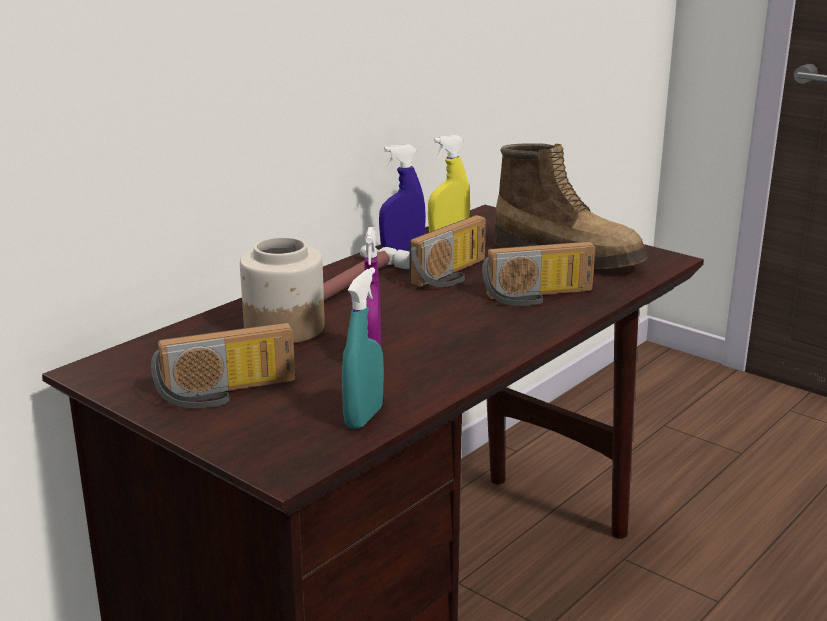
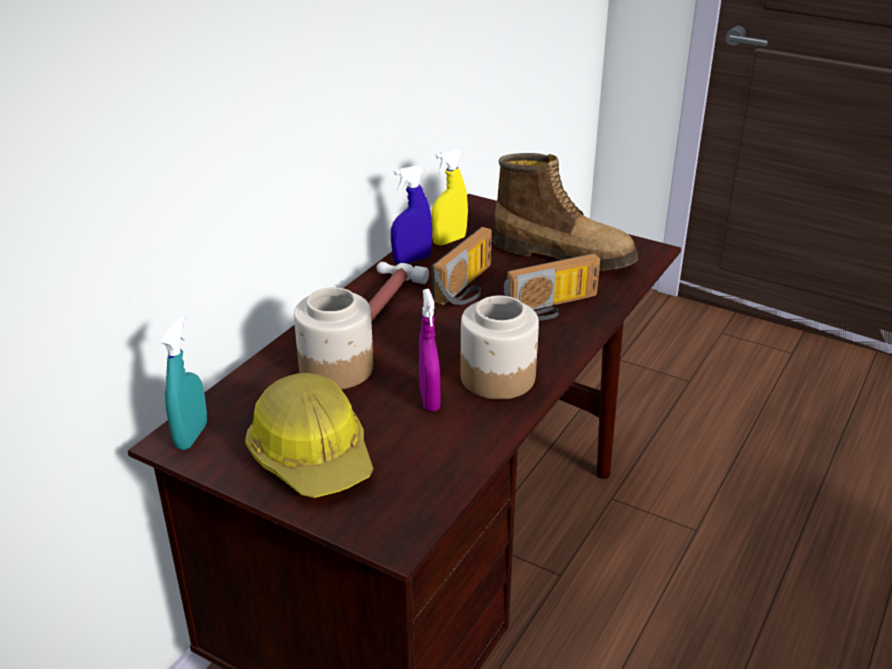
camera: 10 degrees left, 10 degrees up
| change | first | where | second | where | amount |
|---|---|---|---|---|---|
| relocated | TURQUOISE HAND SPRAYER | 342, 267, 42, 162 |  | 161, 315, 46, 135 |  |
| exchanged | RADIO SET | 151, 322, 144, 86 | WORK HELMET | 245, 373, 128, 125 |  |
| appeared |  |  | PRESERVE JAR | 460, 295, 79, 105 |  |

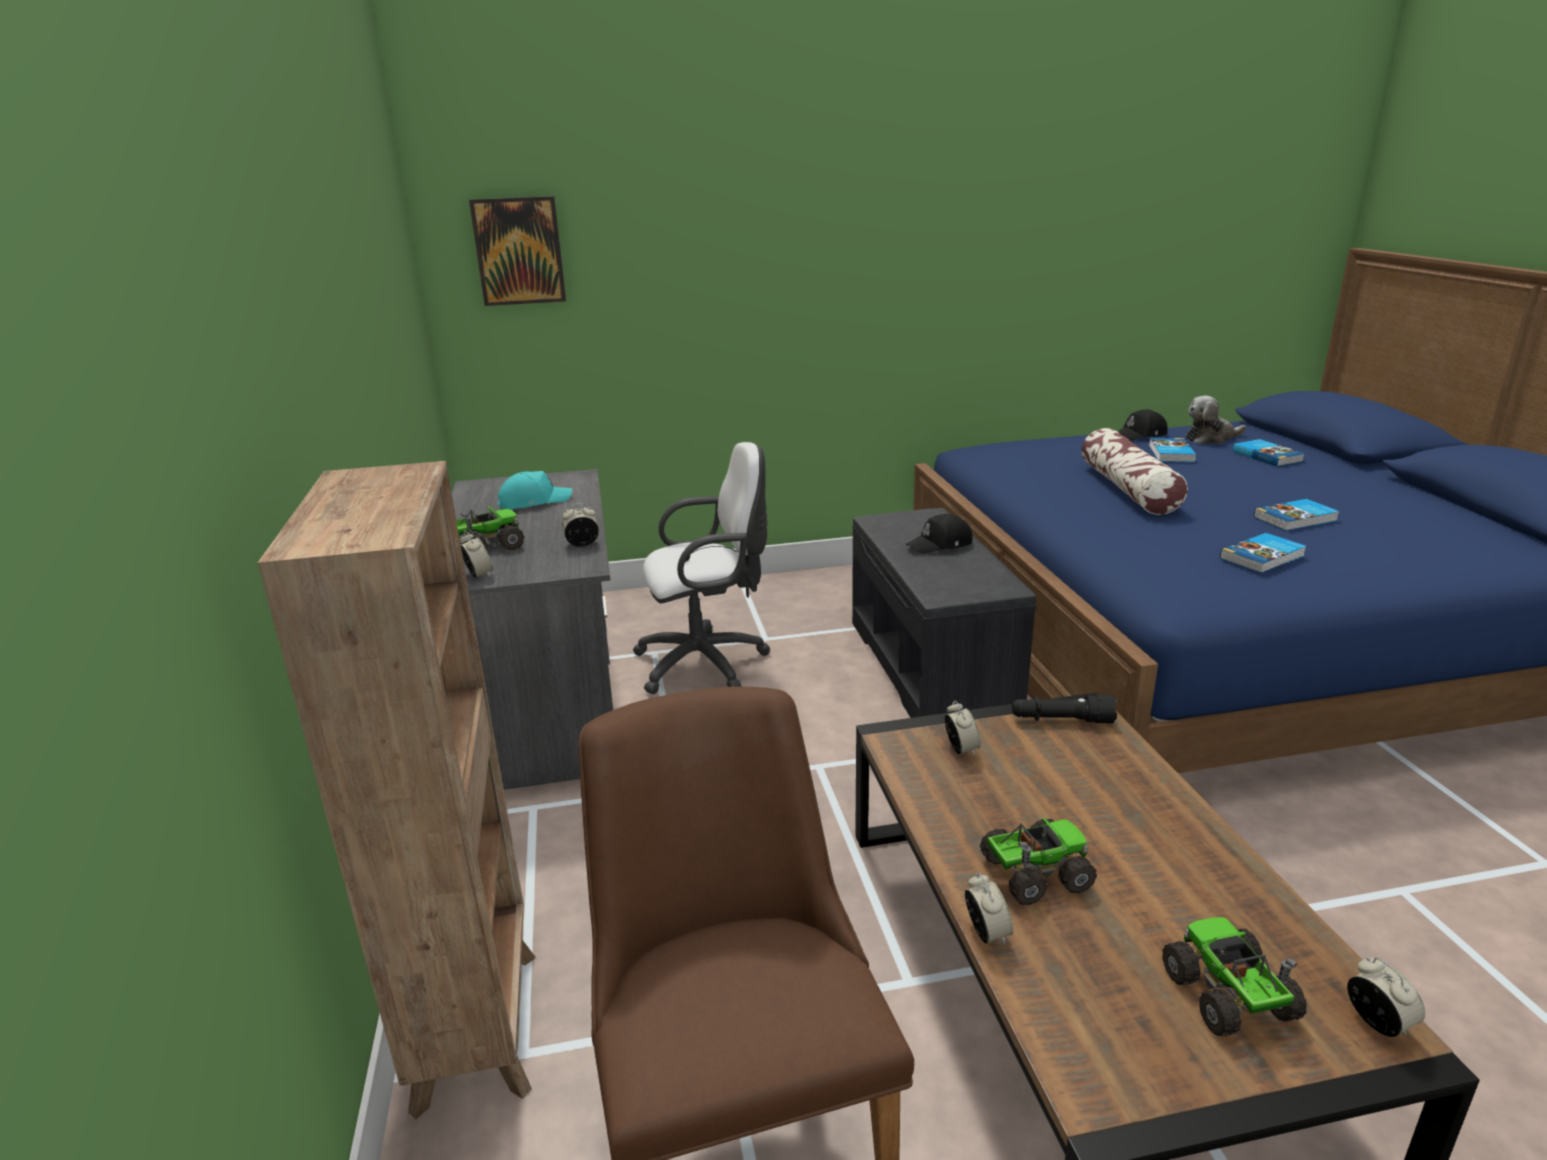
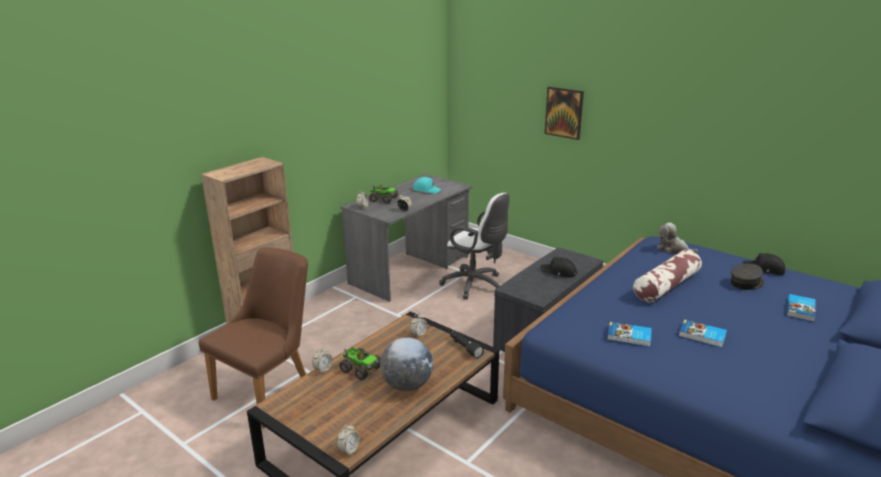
camera: 50 degrees right, 0 degrees up
| change | first | where | second | where | amount |
|---|---|---|---|---|---|
| relocated | WALL PICTURE | 469, 196, 97, 110 |  | 545, 87, 39, 53 |  |
| relocated | SOFT TOY | 1185, 396, 61, 48 |  | 657, 222, 41, 32 |  |
| exchanged | VOLUME | 1149, 438, 47, 24 | GREYISH BASEBALL CAP | 731, 264, 34, 26 |  |
| missing | TOY LORRY | 1162, 917, 145, 119 |  |  |  |
| appeared |  |  | DESK GLOBE | 380, 337, 53, 54 |  |

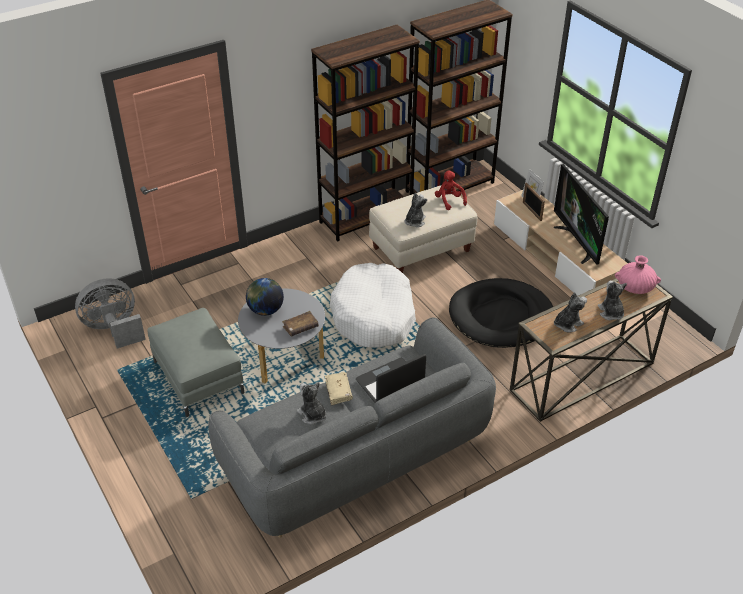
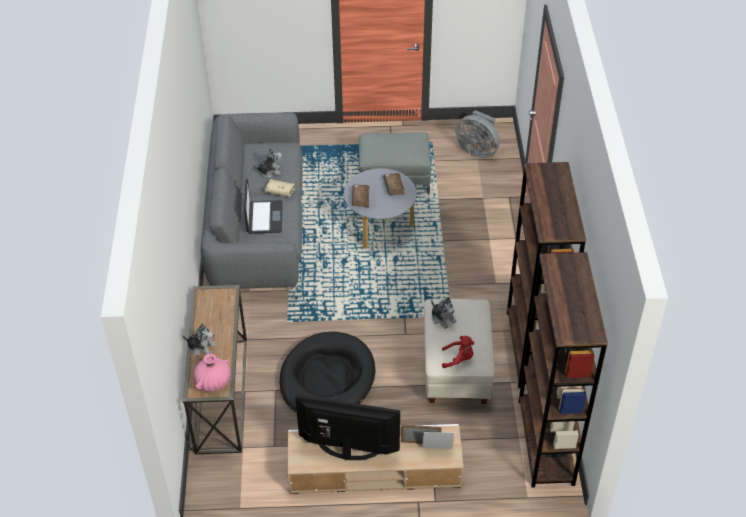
camera: 120 degrees right, 5 degrees up
| change | first | where | second | where | amount |
|---|---|---|---|---|---|
| missing | WHITE PET BED | 330, 263, 86, 85 |  |  |  |
| spun | GREYISH ELECTRIC FAN | 75, 278, 71, 71 |  | 456, 110, 44, 48 | 120 degrees clockwise |
| exchanged | DESK GLOBE | 246, 278, 38, 38 | BROWN VOLUME | 383, 173, 22, 22 |  |
| missing | SOFT TOY | 554, 292, 33, 41 |  |  |  |

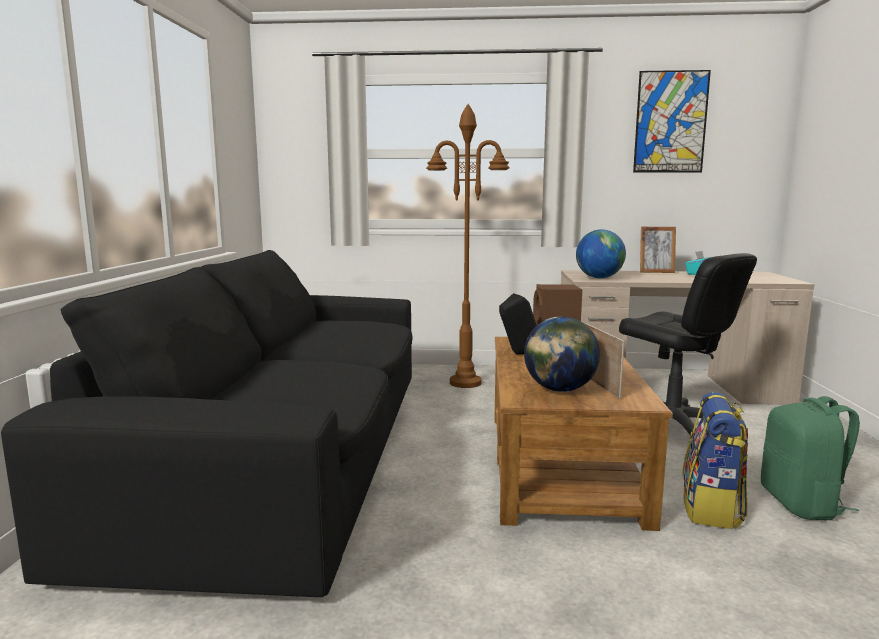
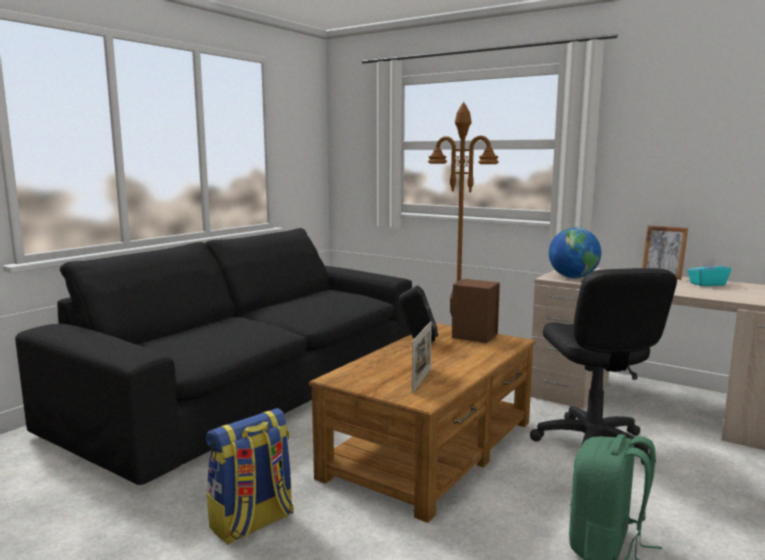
camera: 30 degrees right, 0 degrees up
| change | first | where | second | where | amount |
|---|---|---|---|---|---|
| missing | WALL PICTURE | 633, 70, 78, 103 |  |  |  |
| missing | DESK GLOBE | 524, 316, 76, 76 |  |  |  |
| relocated | KNAPSACK | 682, 392, 66, 137 |  | 206, 408, 87, 137 |  |

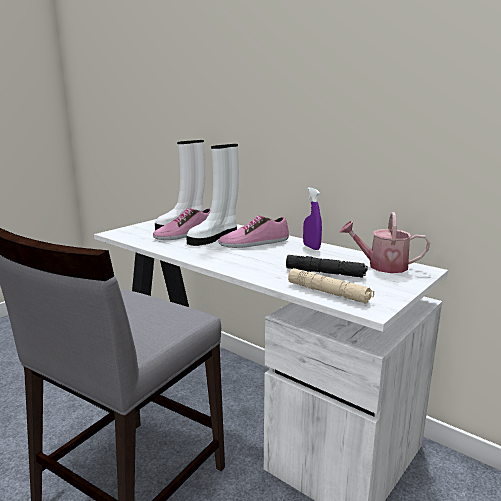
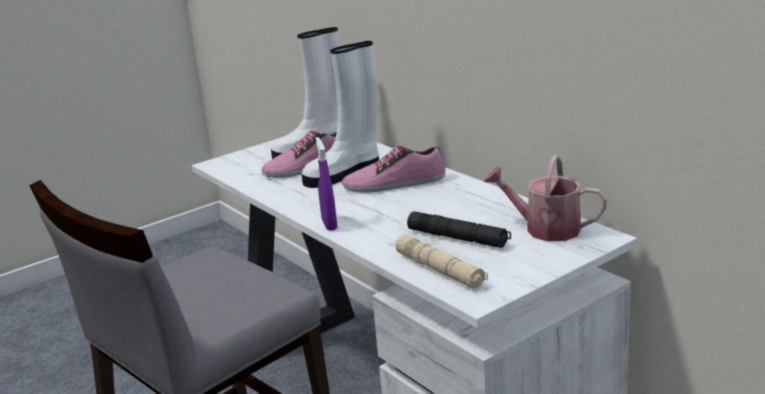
camera: 15 degrees right, 5 degrees up
| change | first | where | second | where | amount |
|---|---|---|---|---|---|
| relocated | PURPLE HAND SPRAYER | 303, 188, 19, 62 |  | 316, 137, 21, 94 |  |

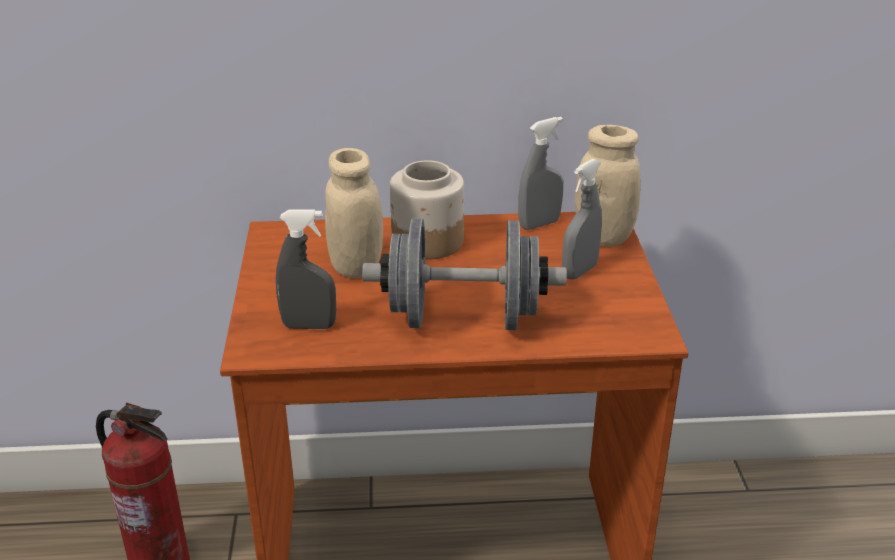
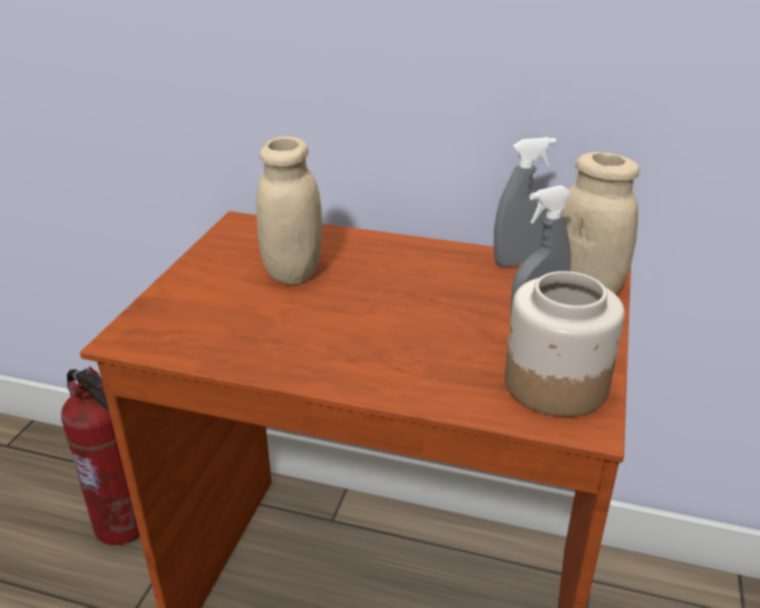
camera: 20 degrees right, 0 degrees up
| change | first | where | second | where | amount |
|---|---|---|---|---|---|
| relocated | PRESERVE JAR | 390, 160, 74, 100 |  | 505, 271, 120, 146 |  |
| missing | GREYISH HAND SPRAYER | 276, 209, 60, 120 |  |  |  |
| missing | GREYISH FREE WEIGHT | 362, 219, 205, 111 |  |  |  |

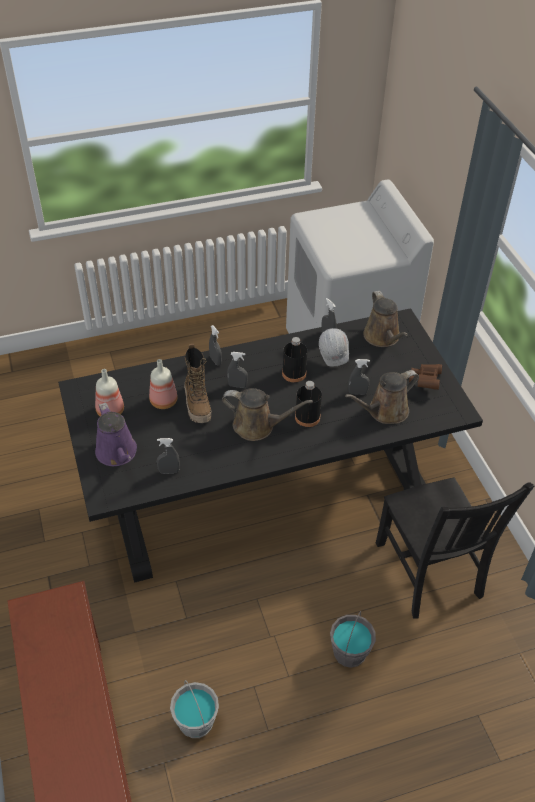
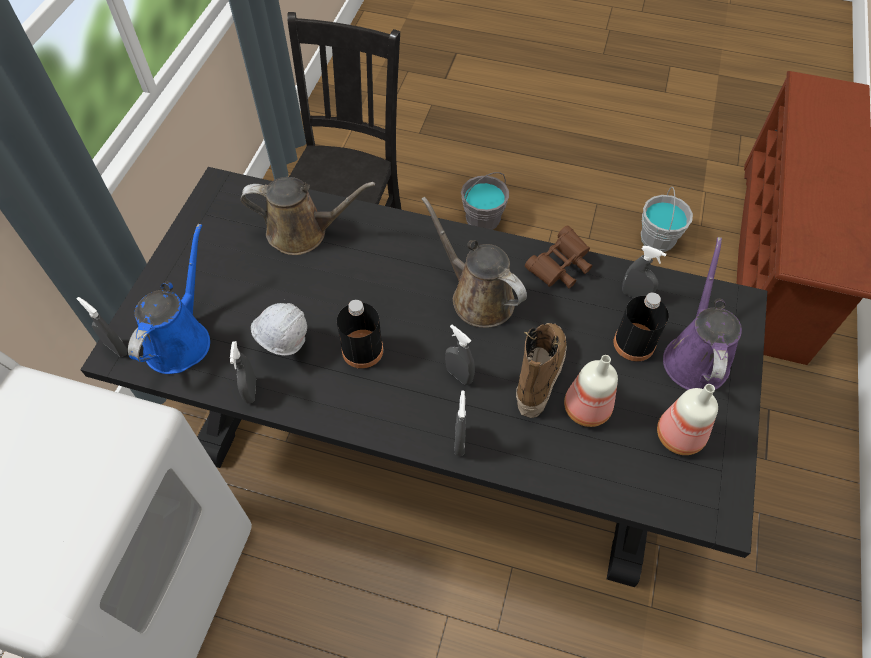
camera: 145 degrees left, 10 degrees up
| change | first | where | second | where | amount |
|---|---|---|---|---|---|
| colour | BROWN WATERING POT | 363, 291, 45, 56 | BLUISH WATERING POT | 128, 224, 82, 150 |  |
| relocated | GREYISH HAND SPRAYER | 348, 359, 22, 36 |  | 77, 297, 51, 60 |  |
| relocated | BROWN FIELD GLASSES | 409, 364, 33, 26 |  | 525, 226, 67, 63 |  |
| relocated | BLACKISH BOTTLE | 295, 381, 27, 46 |  | 614, 292, 55, 70 |  |

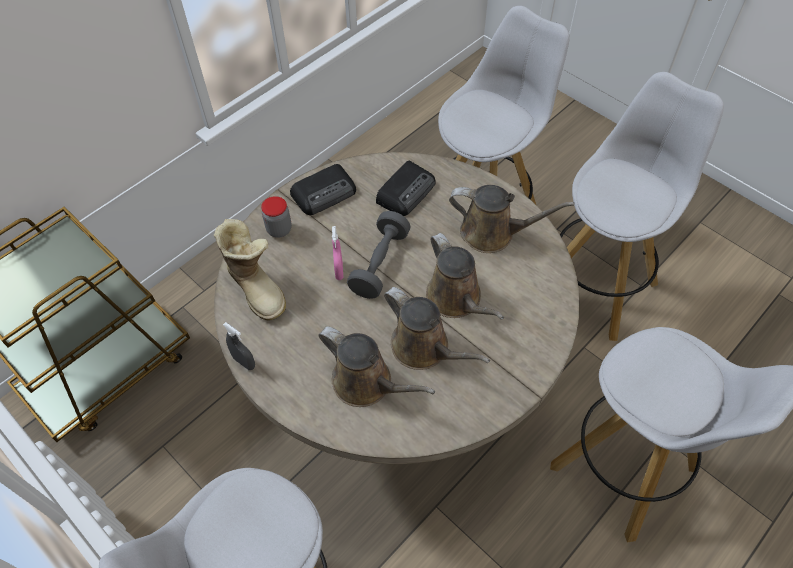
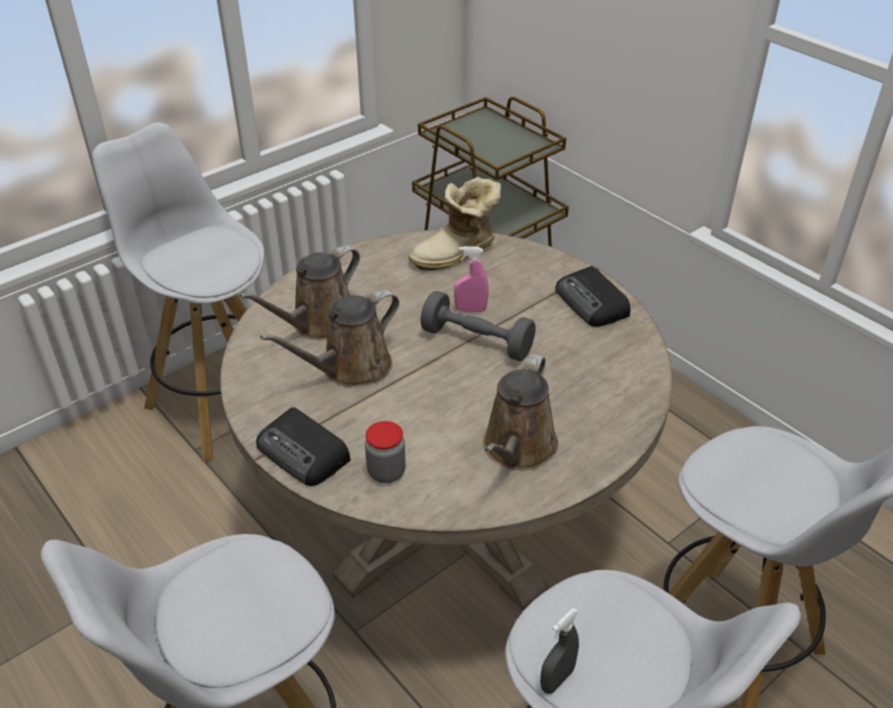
camera: 95 degrees right, 15 degrees down
| change | first | where | second | where | amount |
|---|---|---|---|---|---|
| relocated | RADIO SET | 376, 161, 60, 55 |  | 256, 407, 95, 79 |  |
| relocated | PRESERVE JAR | 261, 196, 31, 42 |  | 365, 421, 41, 62 |  |
| missing | BROWN WATERING POT | 426, 233, 78, 87 |  |  |  |
| relocated | GREYISH HAND SPRAYER | 223, 322, 32, 48 |  | 540, 608, 39, 86 |  |

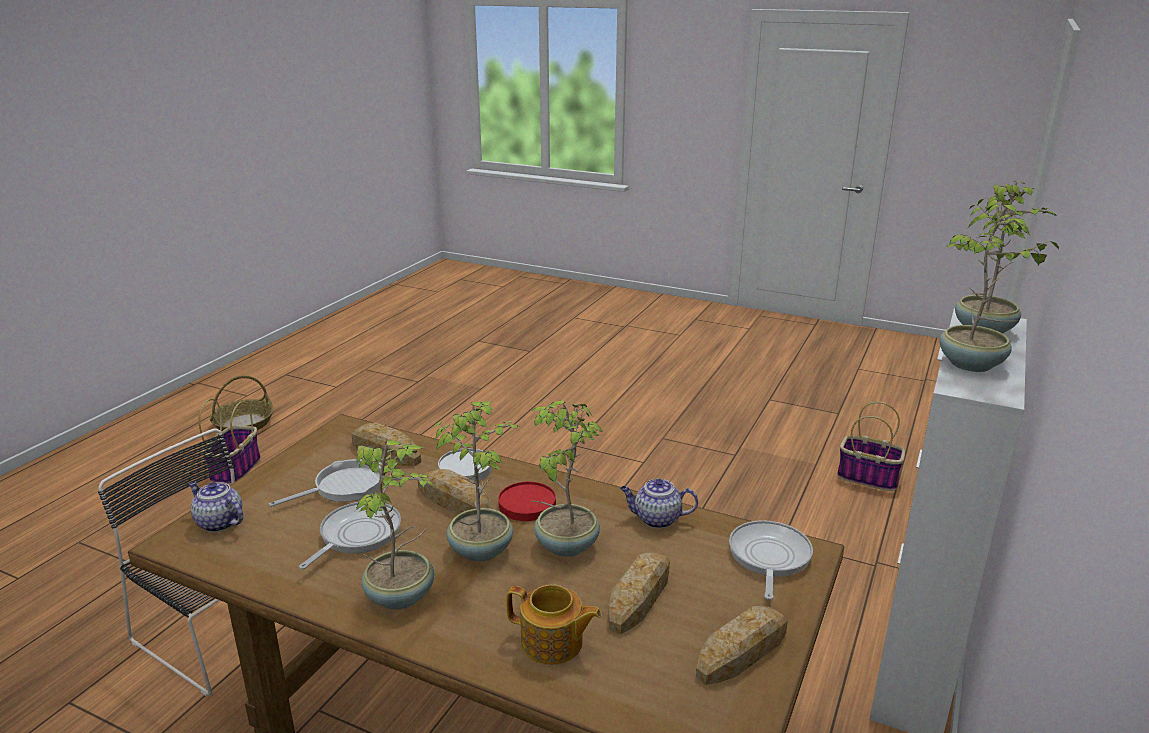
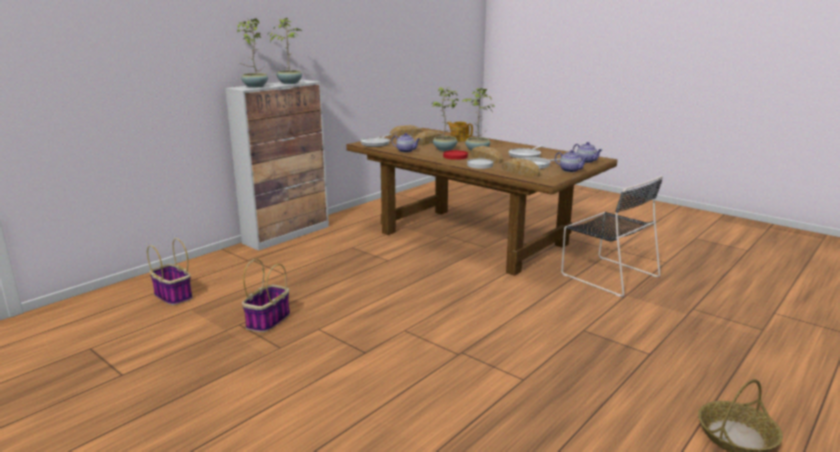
camera: 165 degrees left, 5 degrees down
| change | first | where | second | where | amount |
|---|---|---|---|---|---|
| relocated | HOUSEHOLD BASKET | 198, 399, 63, 86 |  | 242, 259, 48, 74 |  |
| missing | PLANT IN A POT | 355, 440, 79, 169 |  |  |  |
| appeared |  |  | TEAPOT | 555, 150, 33, 22 |  |

